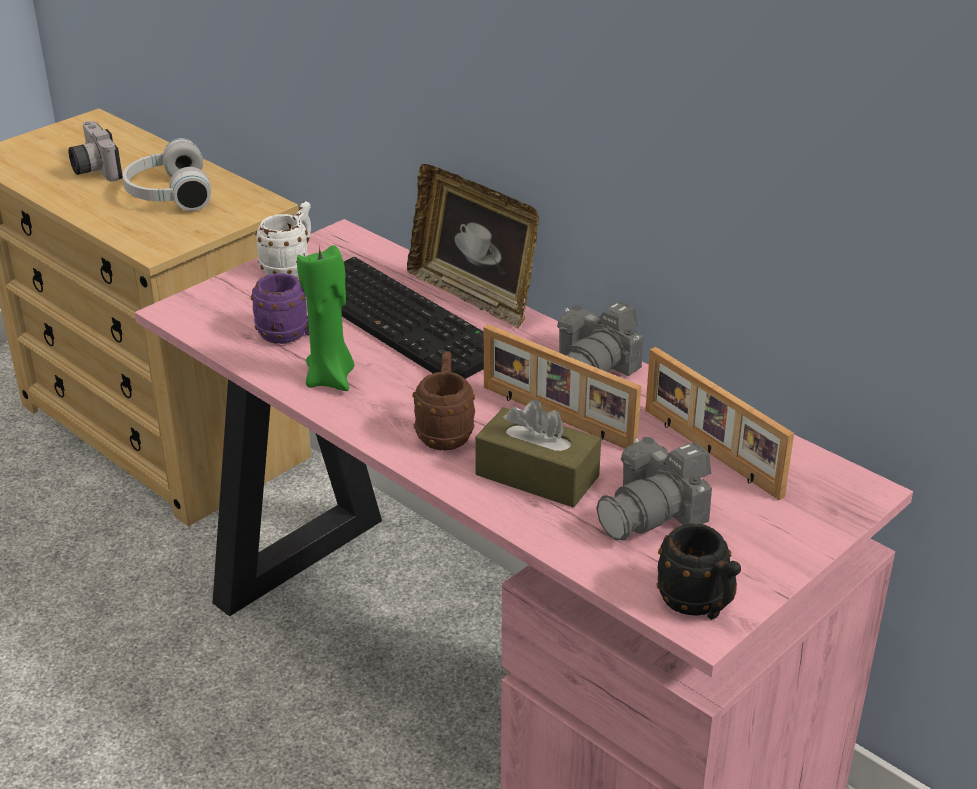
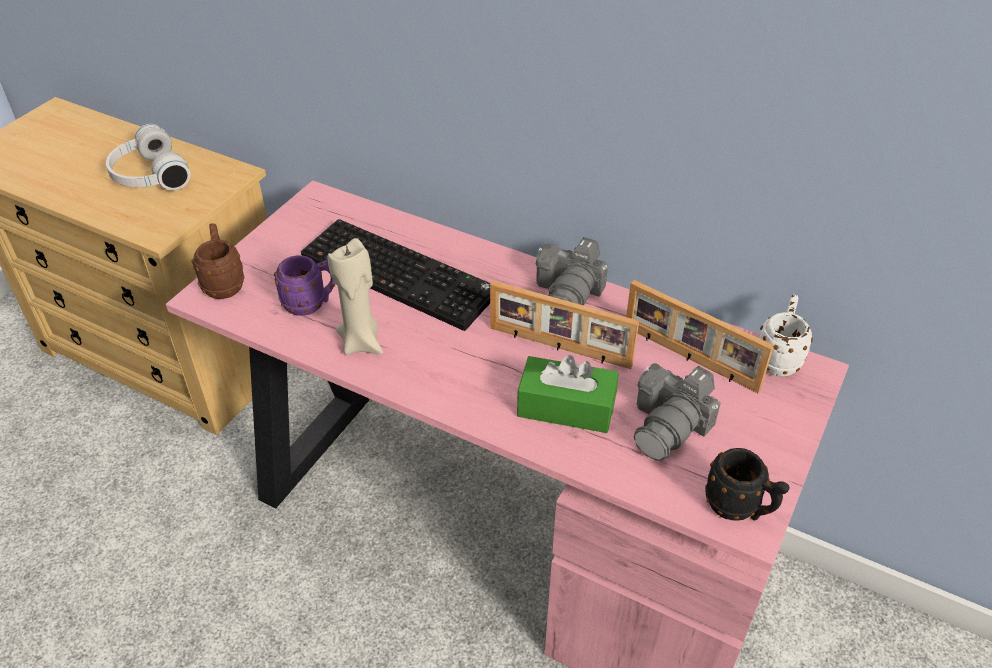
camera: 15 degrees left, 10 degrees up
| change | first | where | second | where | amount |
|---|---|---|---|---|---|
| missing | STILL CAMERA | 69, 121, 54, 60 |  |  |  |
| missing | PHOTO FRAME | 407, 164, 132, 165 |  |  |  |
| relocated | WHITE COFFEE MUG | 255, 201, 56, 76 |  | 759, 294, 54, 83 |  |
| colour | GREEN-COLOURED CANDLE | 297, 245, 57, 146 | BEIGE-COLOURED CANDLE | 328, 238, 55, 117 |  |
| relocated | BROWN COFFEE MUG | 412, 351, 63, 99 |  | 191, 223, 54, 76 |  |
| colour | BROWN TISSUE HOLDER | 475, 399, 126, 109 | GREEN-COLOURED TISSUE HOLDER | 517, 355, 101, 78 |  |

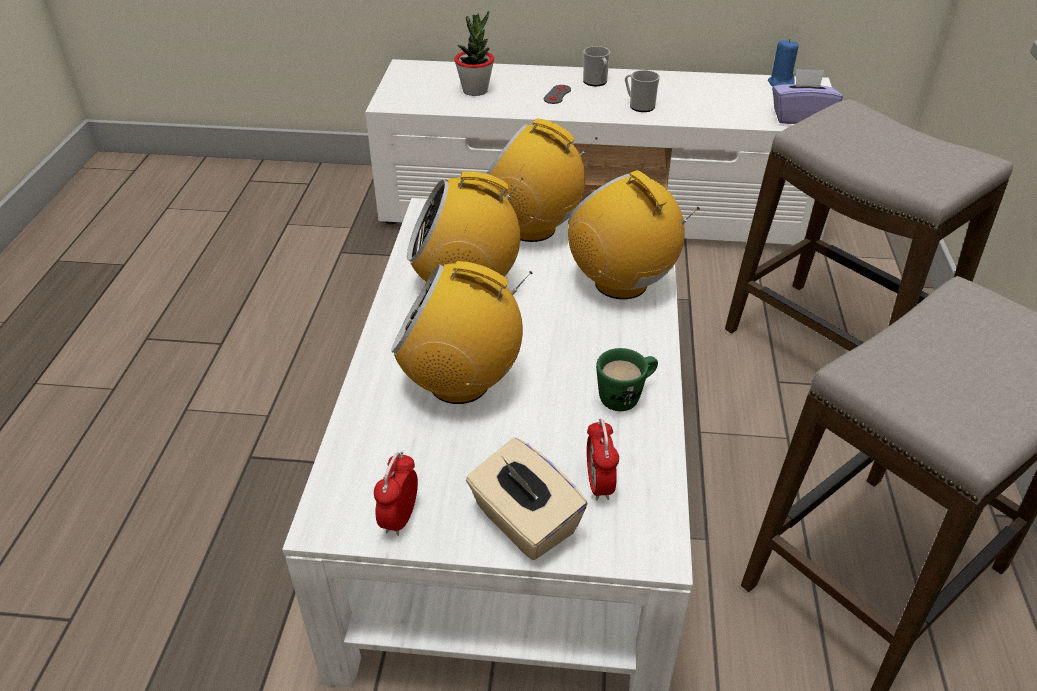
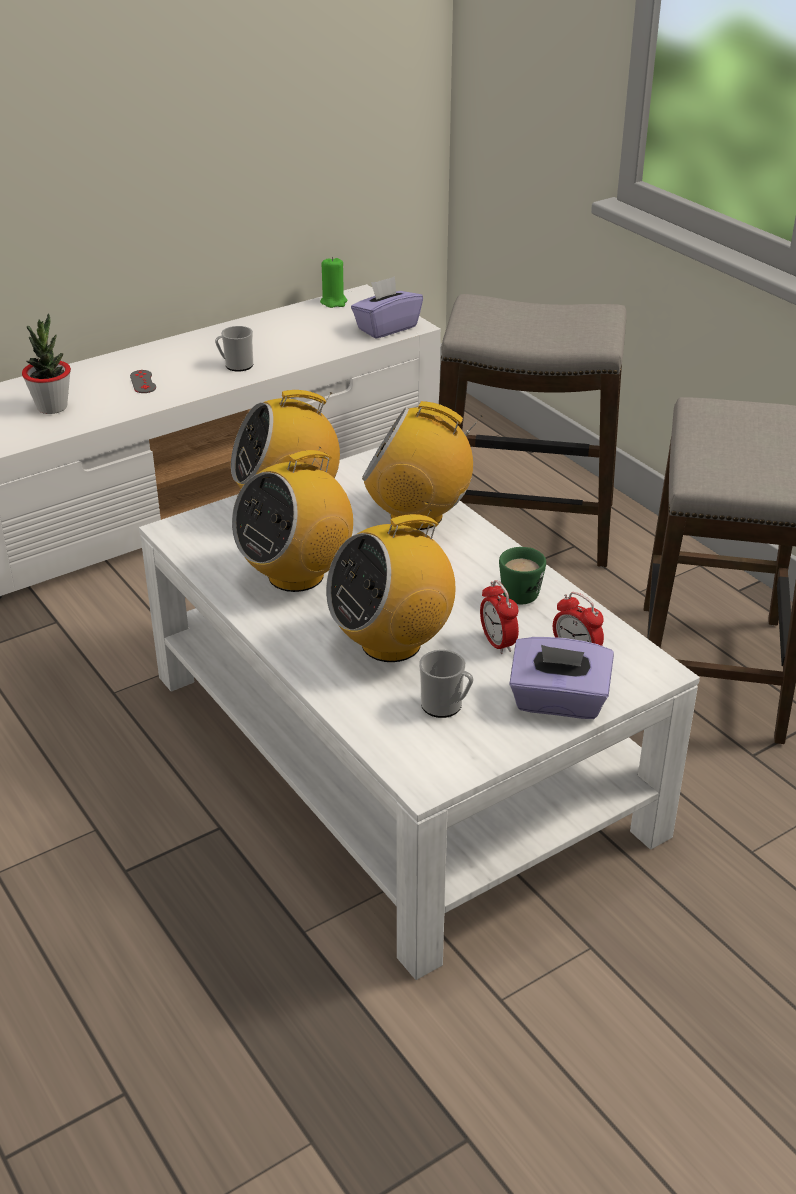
camera: 40 degrees left, 5 degrees down
| change | first | where | second | where | amount |
|---|---|---|---|---|---|
| colour | BLUISH CANDLE | 768, 39, 30, 47 | GREEN-COLOURED CANDLE | 320, 257, 27, 51 |  |
| relocated | COFFEE MUG | 583, 46, 27, 40 |  | 419, 650, 55, 68 |  |
| colour | BEIGE-COLOURED TISSUE HOLDER | 466, 438, 122, 122 | PURPLE TISSUE HOLDER | 509, 637, 105, 82 |  |
| relocated | BEDSIDE CLOCK | 374, 451, 44, 85 |  | 480, 580, 39, 74 |  |

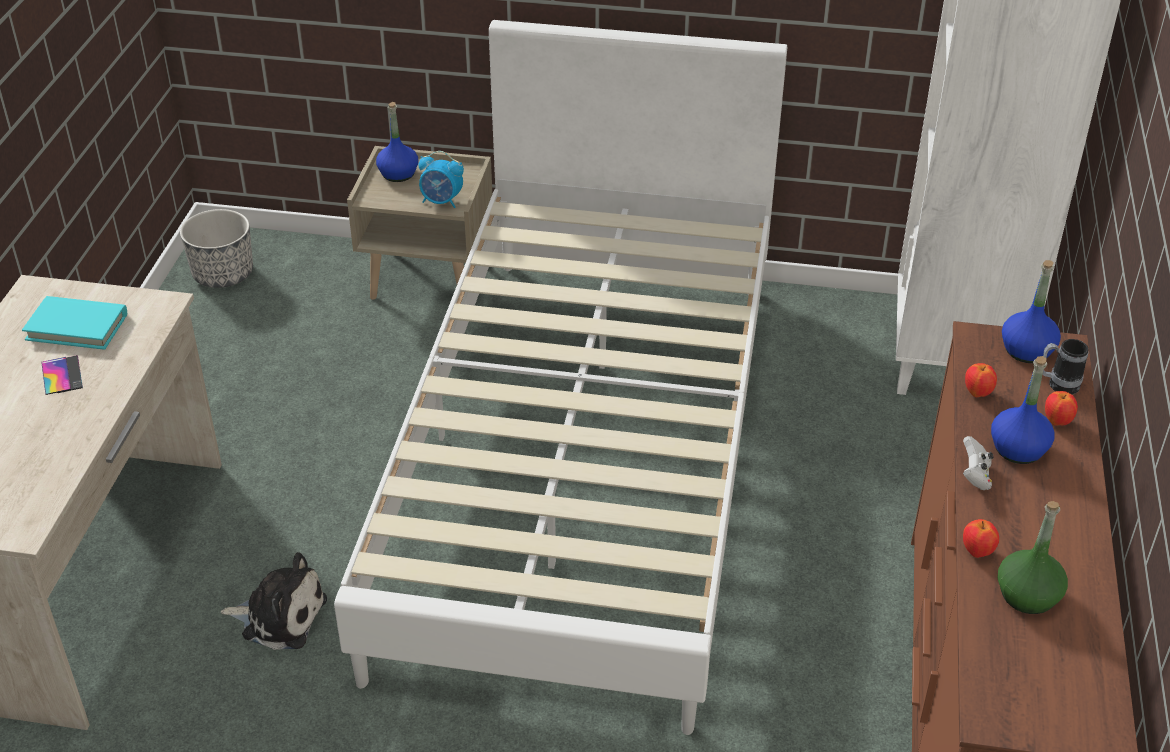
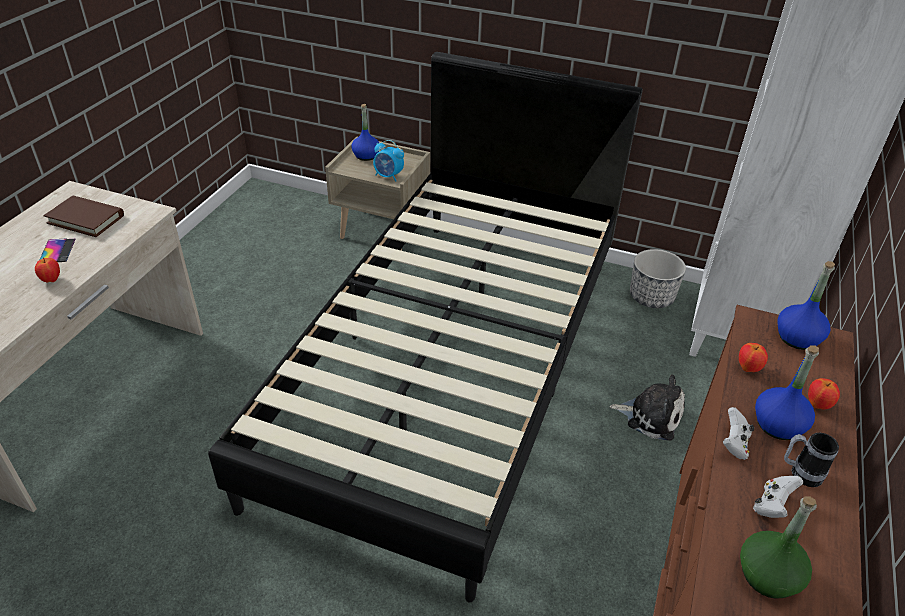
camera: 10 degrees right, 0 degrees up
| change | first | where | second | where | amount |
|---|---|---|---|---|---|
| colour | WHITE BEDROOM BED | 334, 20, 453, 715 | BLACKISH BEDROOM BED | 208, 52, 435, 550 |  |
| relocated | PLANTER | 180, 209, 73, 79 |  | 630, 249, 56, 59 |  |
| colour | TURQUOISE VOLUME | 22, 296, 105, 54 | BROWN VOLUME | 44, 196, 80, 41 |  |
| relocated | COFFEE MUG | 1042, 339, 46, 55 |  | 784, 433, 55, 54 |  |
| relocated | APPLE FRUIT | 963, 519, 36, 39 |  | 35, 257, 25, 26 |  |
| relocated | SOFT TOY | 221, 552, 106, 98 |  | 610, 374, 75, 67 |  |
| appeared |  |  | WHITE JOYPAD | 753, 476, 50, 42 |  |

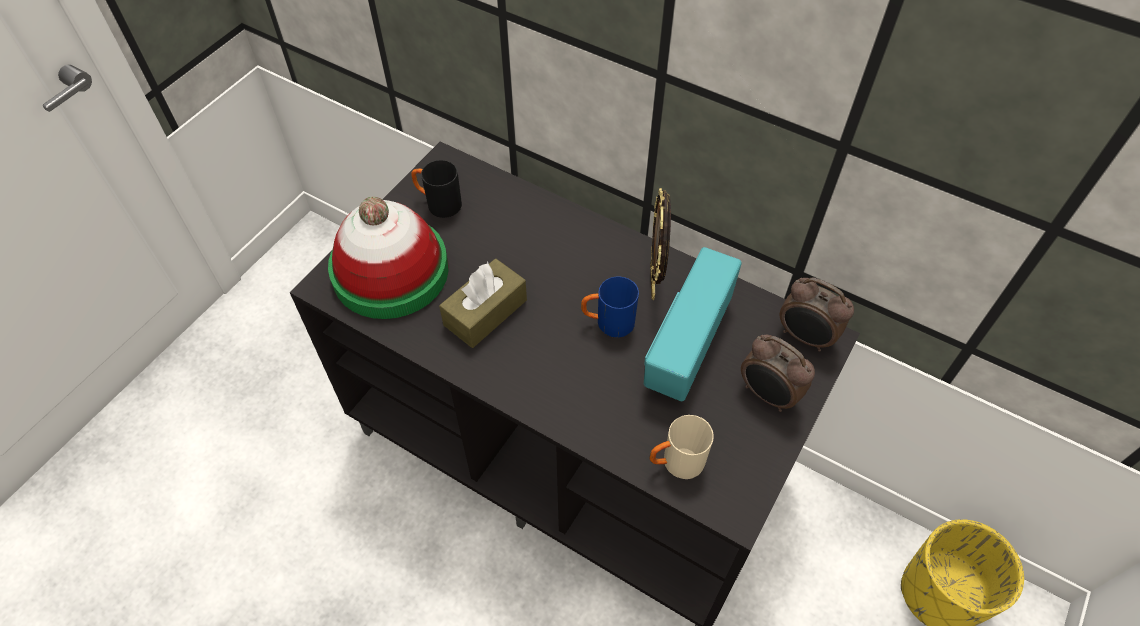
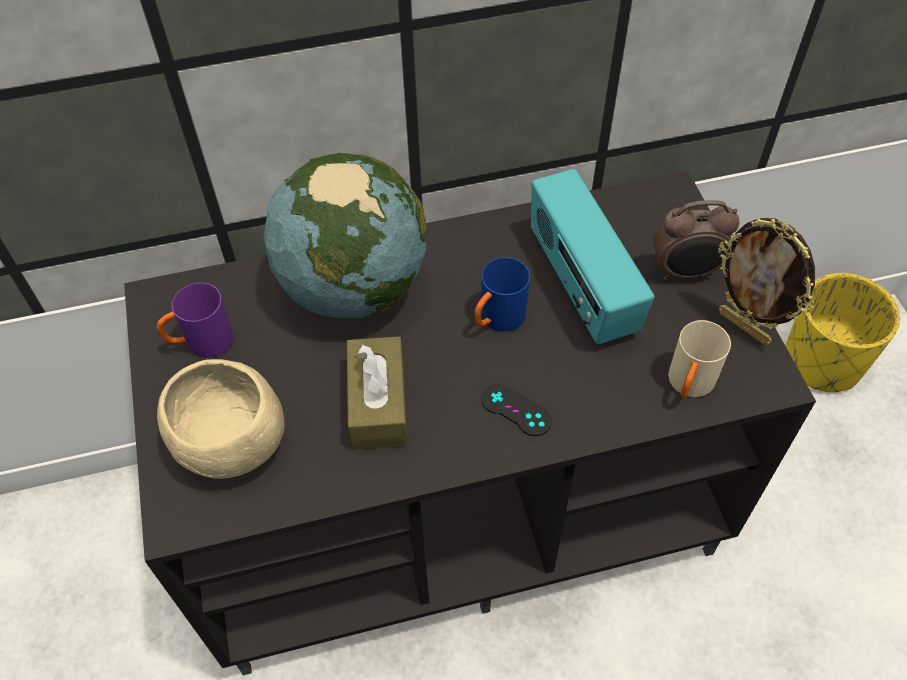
camera: 45 degrees left, 0 degrees up
| change | first | where | second | where | amount |
|---|---|---|---|---|---|
| colour | BLACKISH COFFEE MUG | 411, 160, 51, 58 | PURPLE COFFEE MUG | 157, 283, 76, 75 |  |
| relocated | PHOTO FRAME | 650, 188, 21, 112 |  | 718, 218, 97, 127 |  |
| exchanged | HAT | 328, 197, 121, 122 | BEIGE-COLOURED SERVING BOWL | 157, 359, 128, 120 |  |
| missing | BEDSIDE CLOCK | 780, 278, 74, 74 |  |  |  |
| appeared |  |  | DESK GLOBE | 263, 153, 163, 165 |  |
| appeared |  |  | BLACKISH JOYPAD | 481, 384, 71, 52 |  |

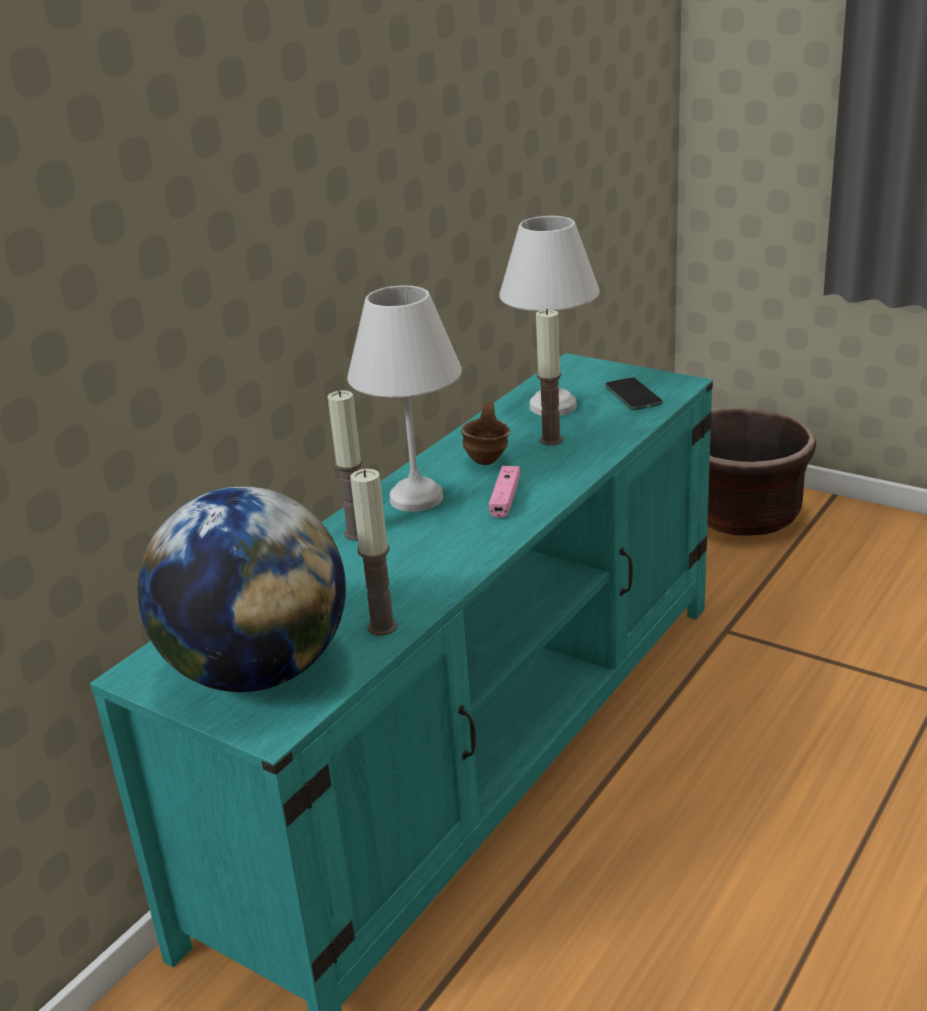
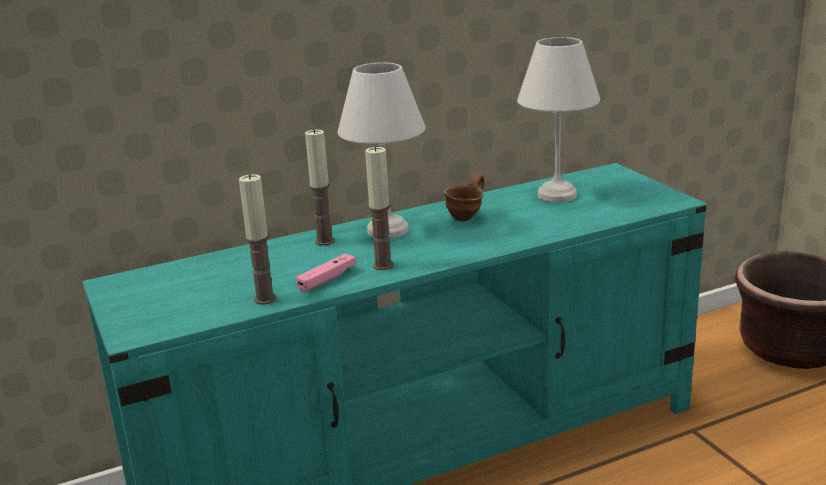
camera: 30 degrees right, 5 degrees down
| change | first | where | second | where | amount |
|---|---|---|---|---|---|
| relocated | CANDLE | 536, 309, 27, 136 |  | 365, 146, 29, 124 |  |
| missing | PHONE | 605, 377, 58, 33 |  |  |  |
| relocated | PINKISH JOYPAD | 489, 466, 31, 52 |  | 296, 254, 60, 38 |  |
| missing | DESK GLOBE | 138, 486, 208, 206 |  |  |  |

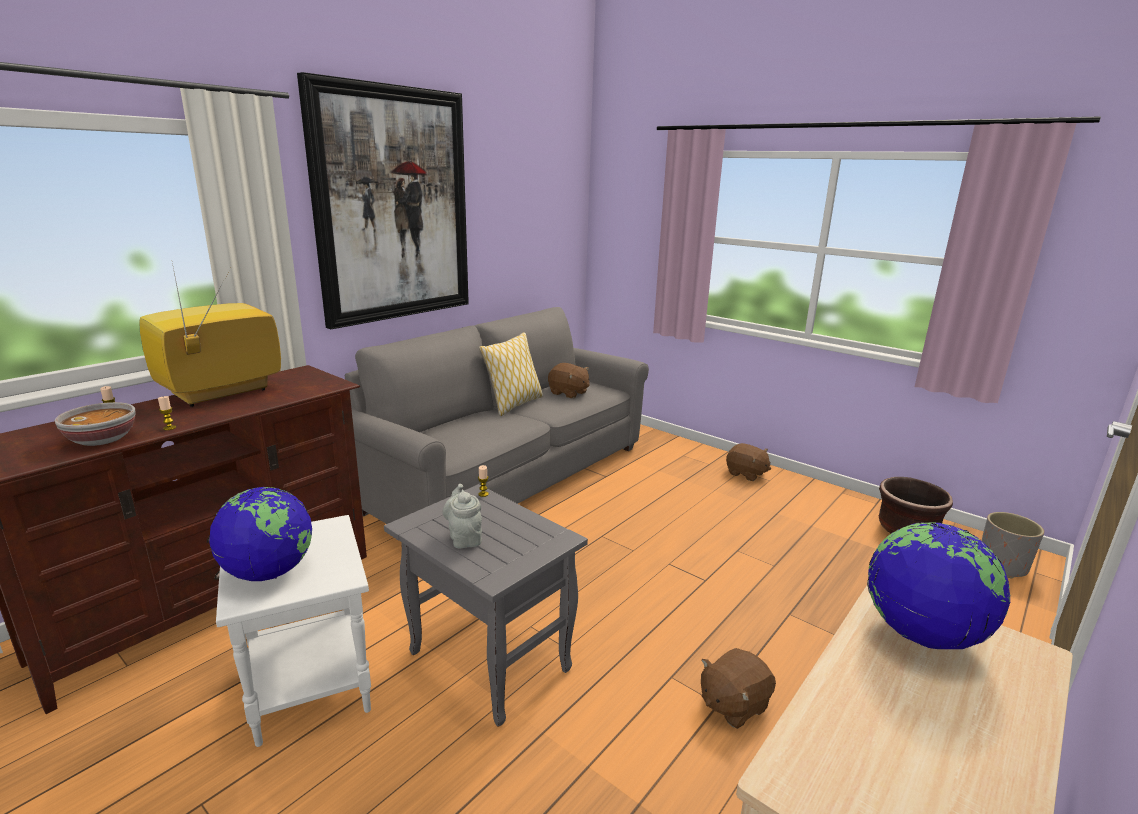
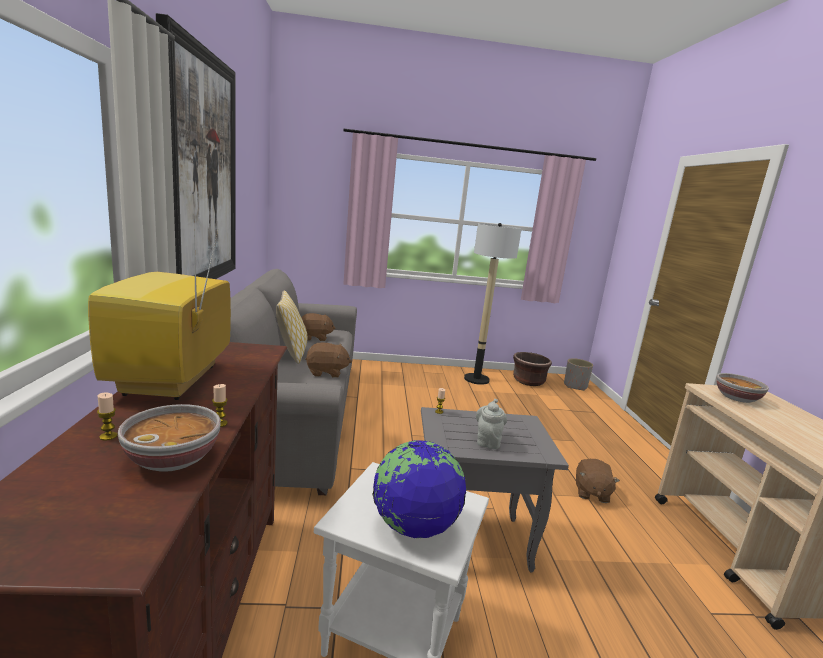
camera: 45 degrees left, 5 degrees down
| change | first | where | second | where | amount |
|---|---|---|---|---|---|
| relocated | BROWN SOFT TOY | 726, 443, 45, 38 |  | 306, 343, 46, 34 |  |
| spun | GREYISH TEAPOT | 443, 484, 39, 64 |  | 476, 399, 31, 50 | 75 degrees clockwise |
| exchanged | DESK GLOBE | 867, 522, 143, 127 | SERVING BOWL | 716, 373, 53, 30 |  |
| appeared |  |  | FLOOR LAMP | 464, 223, 58, 162 |  |

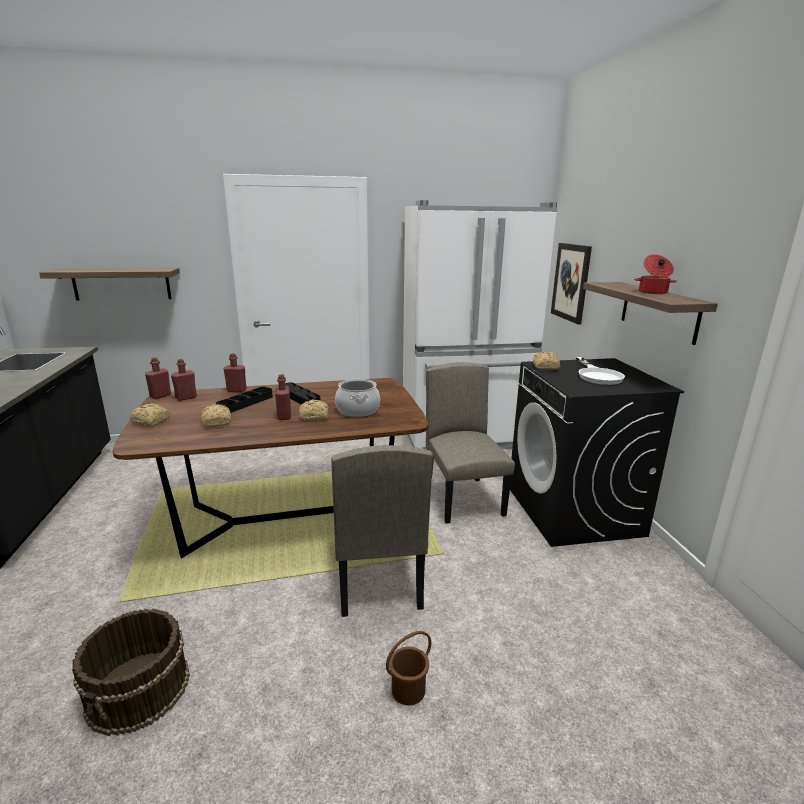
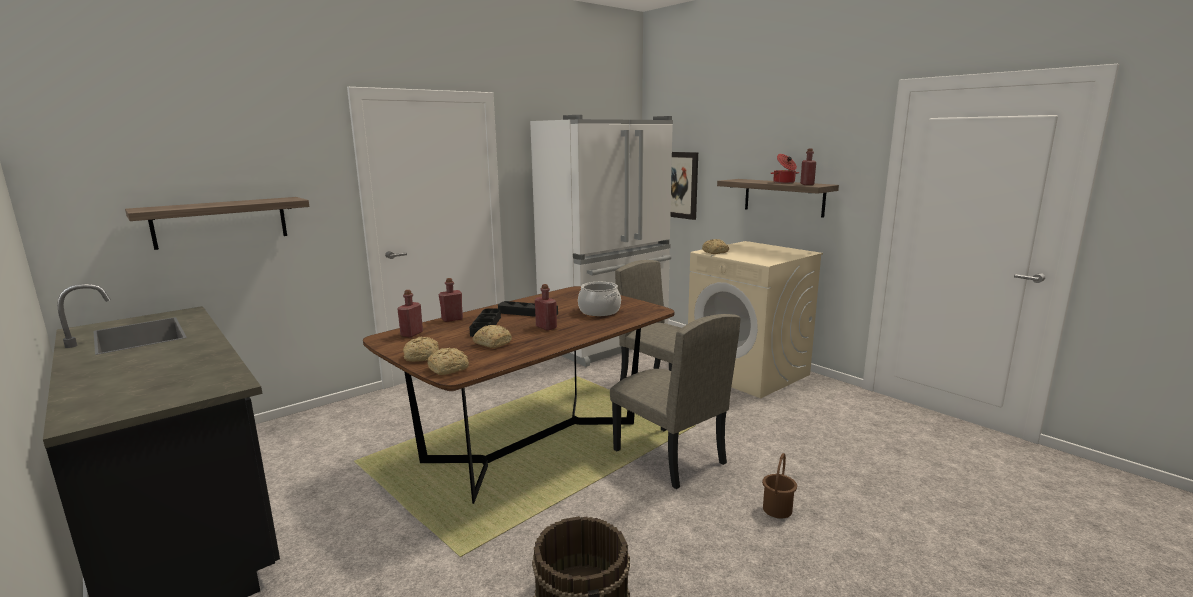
camera: 30 degrees left, 5 degrees down
| change | first | where | second | where | amount |
|---|---|---|---|---|---|
| relocated | RED BOTTLE | 145, 357, 26, 42 |  | 800, 148, 16, 37 |  |
| missing | WHITE FRYING PAN | 576, 357, 49, 28 |  |  |  |
| colour | BLACKISH LAUNDRY APPLIANCE | 510, 358, 174, 189 | BEIGE-COLOURED LAUNDRY APPLIANCE | 688, 241, 135, 157 |  |
| relocated | BREAD | 299, 399, 29, 22 |  | 427, 348, 42, 27 |  |

